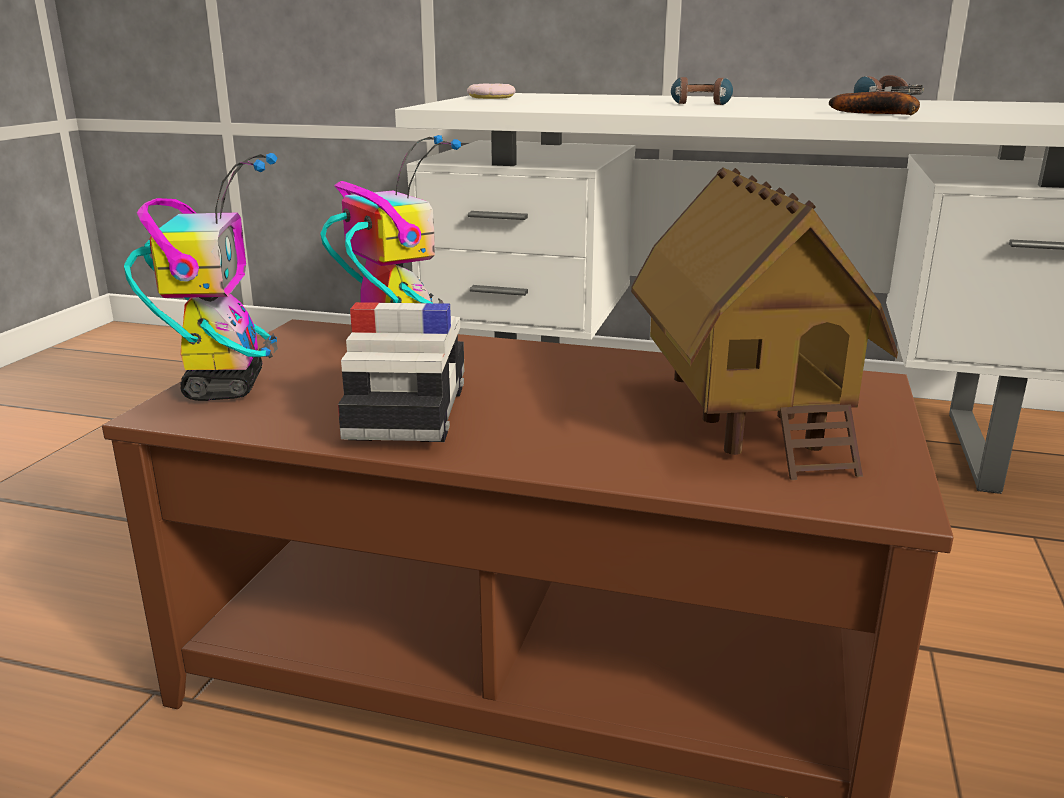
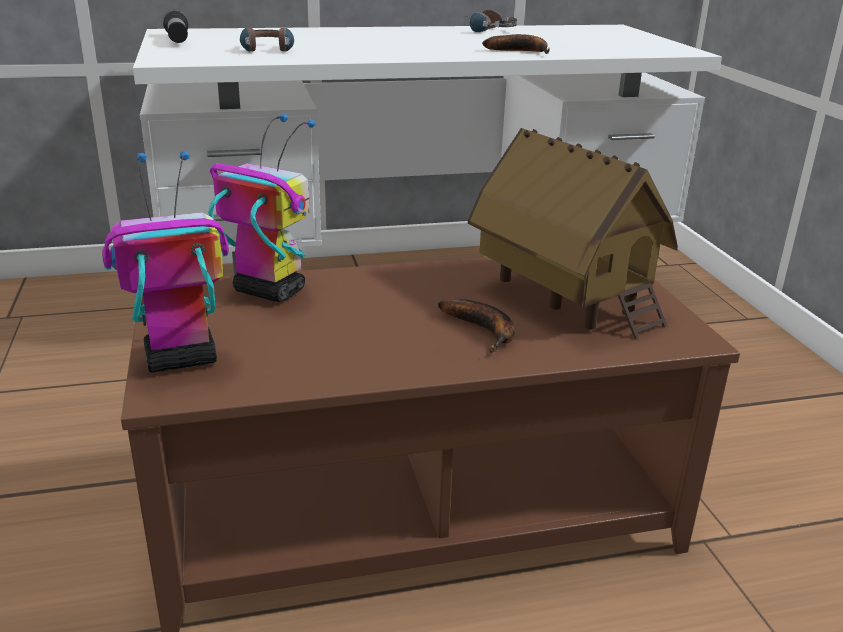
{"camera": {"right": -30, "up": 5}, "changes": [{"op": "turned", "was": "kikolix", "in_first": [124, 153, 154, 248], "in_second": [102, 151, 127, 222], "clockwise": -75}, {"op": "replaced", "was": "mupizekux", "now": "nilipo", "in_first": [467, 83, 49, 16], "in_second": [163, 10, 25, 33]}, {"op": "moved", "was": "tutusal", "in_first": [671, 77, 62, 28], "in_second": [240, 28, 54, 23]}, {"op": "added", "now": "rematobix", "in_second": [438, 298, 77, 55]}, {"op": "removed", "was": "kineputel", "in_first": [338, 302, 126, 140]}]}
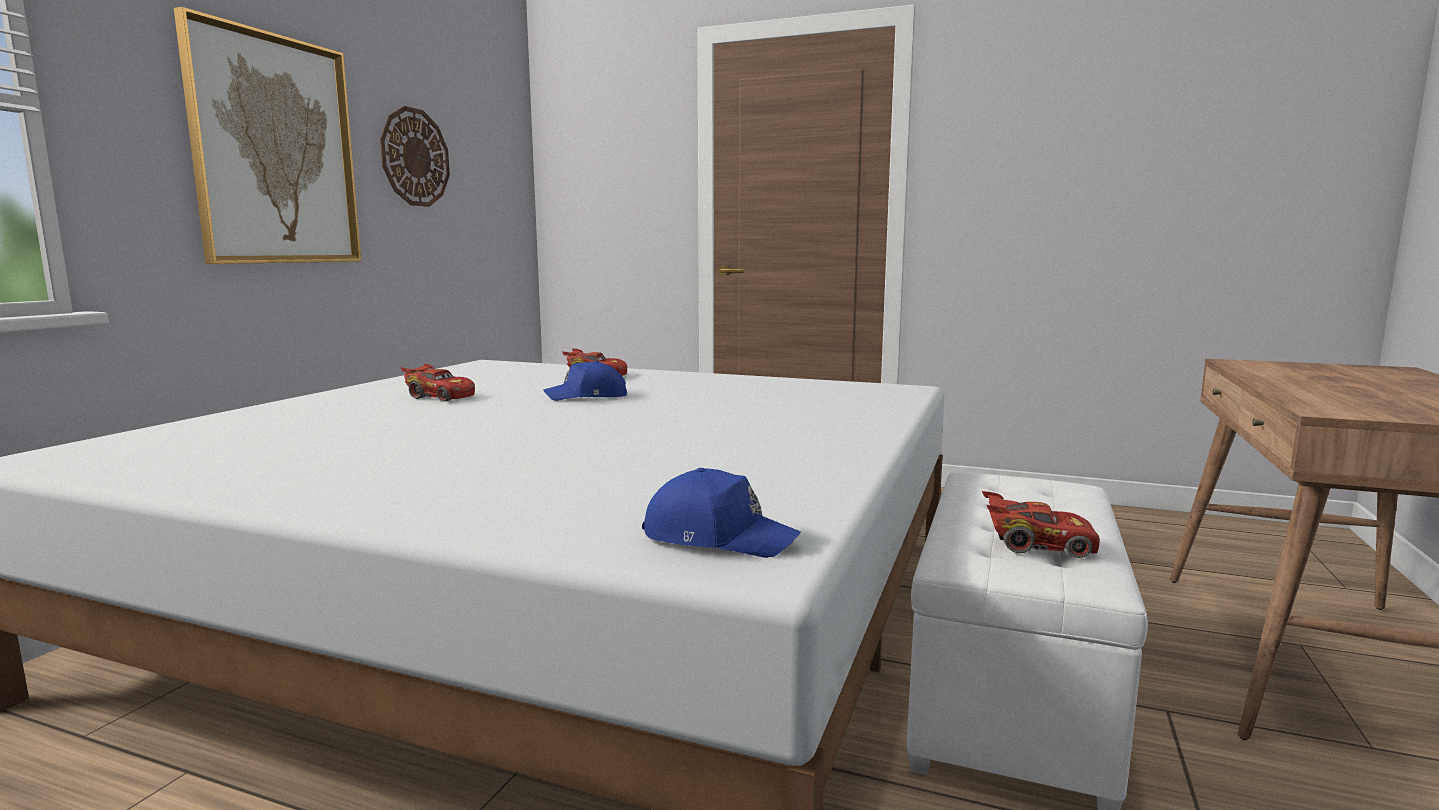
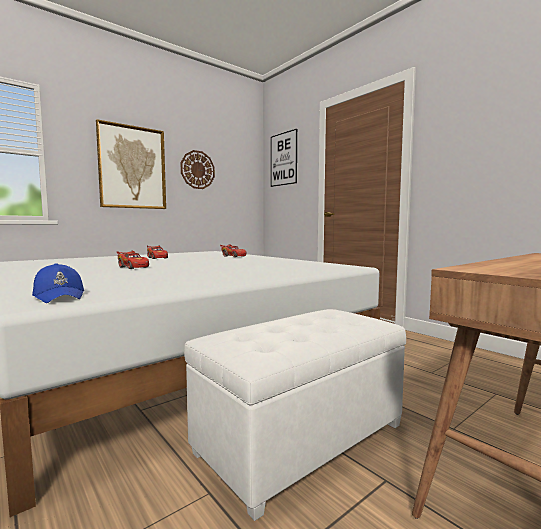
{"camera": {"right": 30, "up": -5}, "changes": [{"op": "moved", "was": "red kineputel", "in_first": [982, 491, 118, 67], "in_second": [117, 250, 32, 19]}, {"op": "added", "now": "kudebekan", "in_second": [271, 129, 26, 58]}, {"op": "removed", "was": "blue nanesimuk", "in_first": [543, 361, 84, 40]}]}
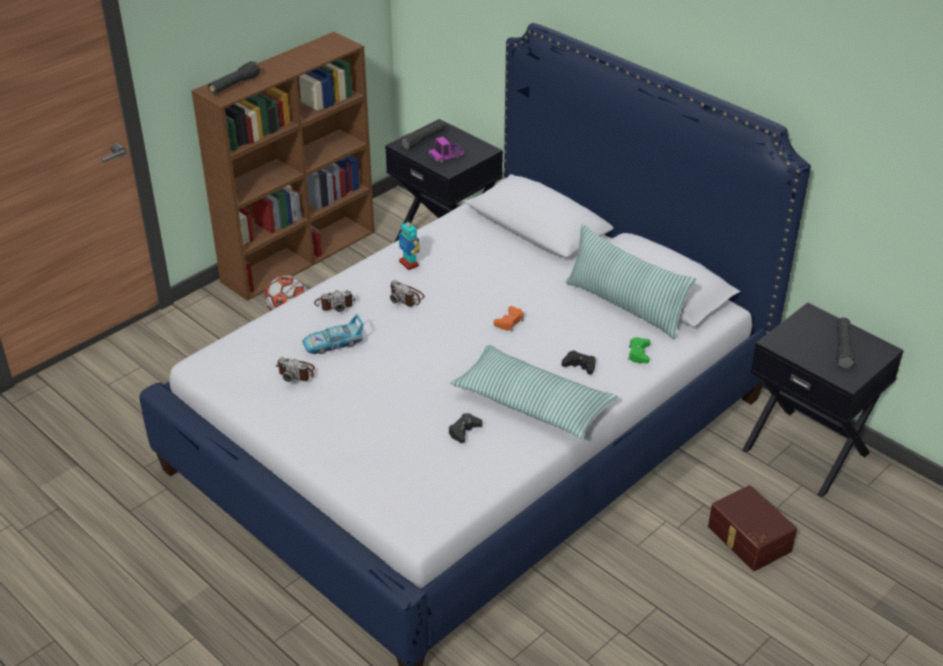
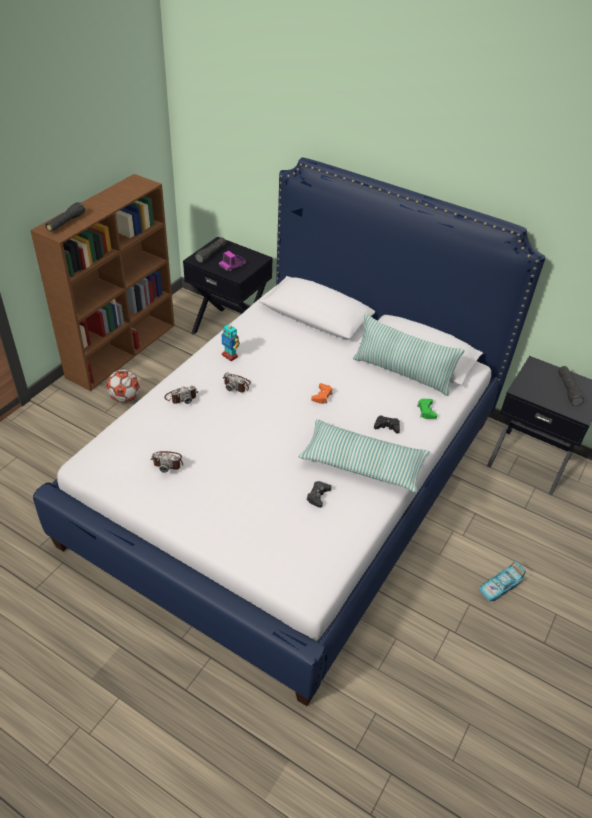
{"camera": {"right": -15, "up": 5}, "changes": [{"op": "moved", "was": "kineputel", "in_first": [302, 314, 61, 40], "in_second": [479, 561, 47, 40]}, {"op": "removed", "was": "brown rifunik", "in_first": [708, 485, 89, 86]}]}
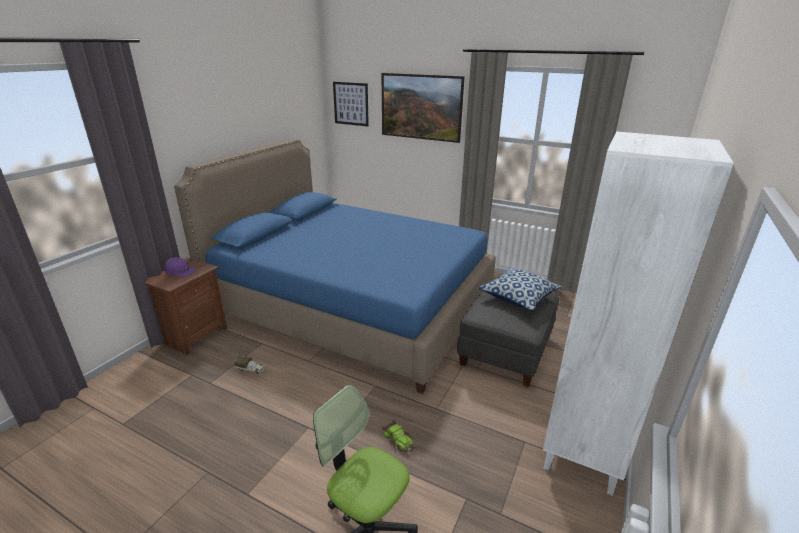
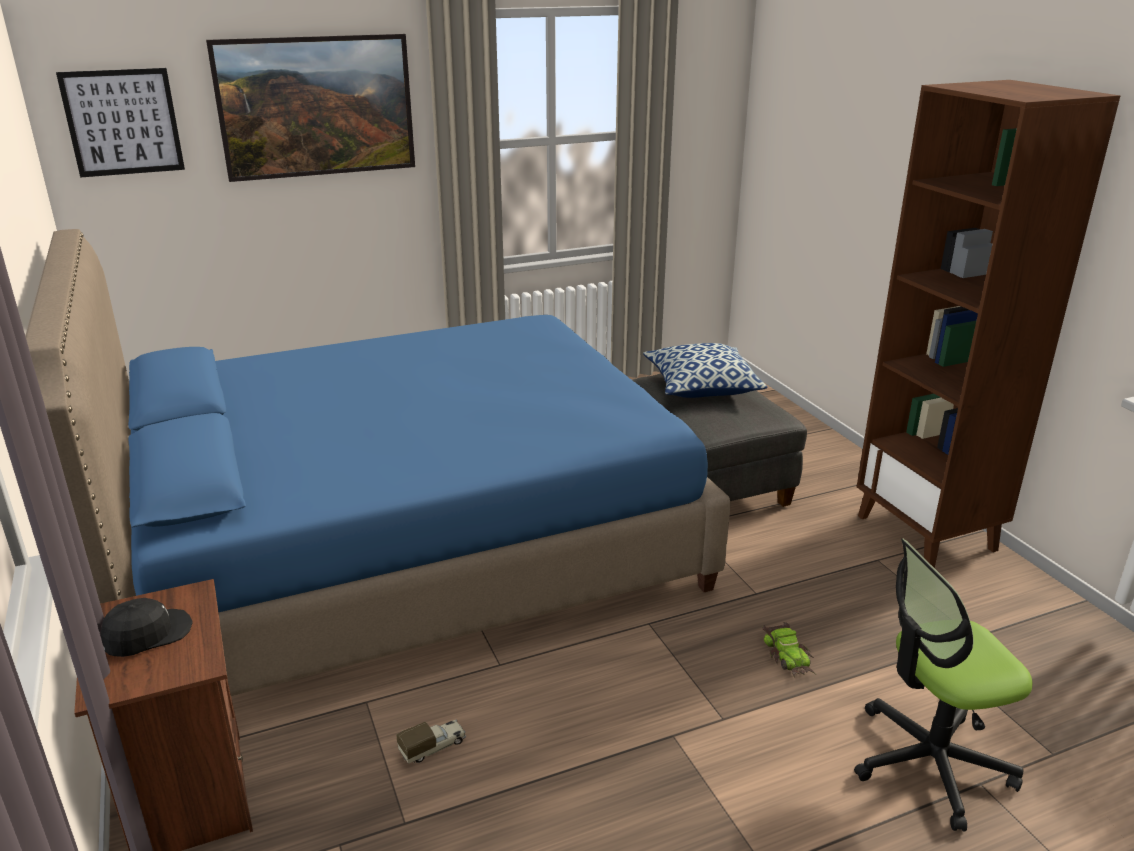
{"camera": {"right": -50, "up": 0}, "changes": [{"op": "recoloured", "was": "purple nanesimuk", "now": "black nanesimuk", "in_first": [164, 257, 32, 20], "in_second": [101, 598, 92, 59]}, {"op": "turned", "was": "kineputel", "in_first": [381, 420, 38, 35], "in_second": [762, 622, 54, 56], "clockwise": 75}, {"op": "recoloured", "was": "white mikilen", "now": "brown mikilen", "in_first": [543, 132, 191, 364], "in_second": [857, 80, 263, 488]}]}
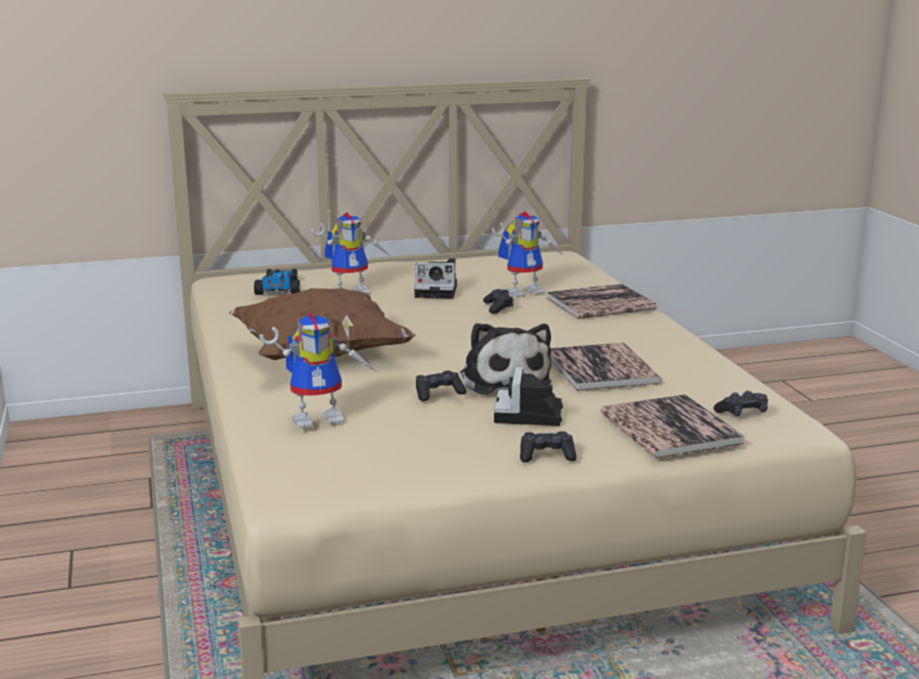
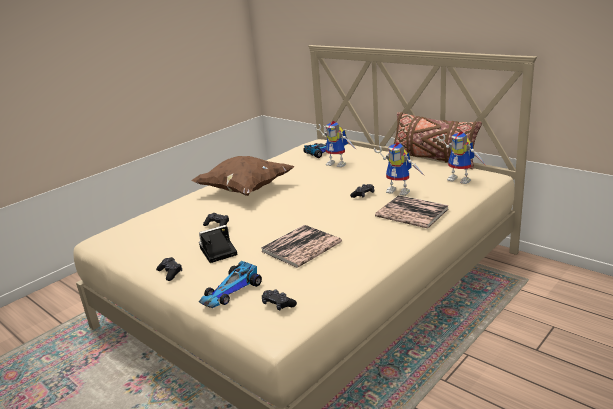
{"camera": {"right": 60, "up": 5}, "changes": [{"op": "replaced", "was": "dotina", "now": "kineputel", "in_first": [601, 394, 144, 64], "in_second": [199, 261, 63, 47]}, {"op": "added", "now": "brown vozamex", "in_second": [394, 112, 88, 57]}, {"op": "moved", "was": "kikolix", "in_first": [260, 312, 115, 116], "in_second": [437, 131, 49, 53]}, {"op": "removed", "was": "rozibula", "in_first": [414, 258, 43, 41]}, {"op": "removed", "was": "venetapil", "in_first": [460, 323, 92, 72]}]}
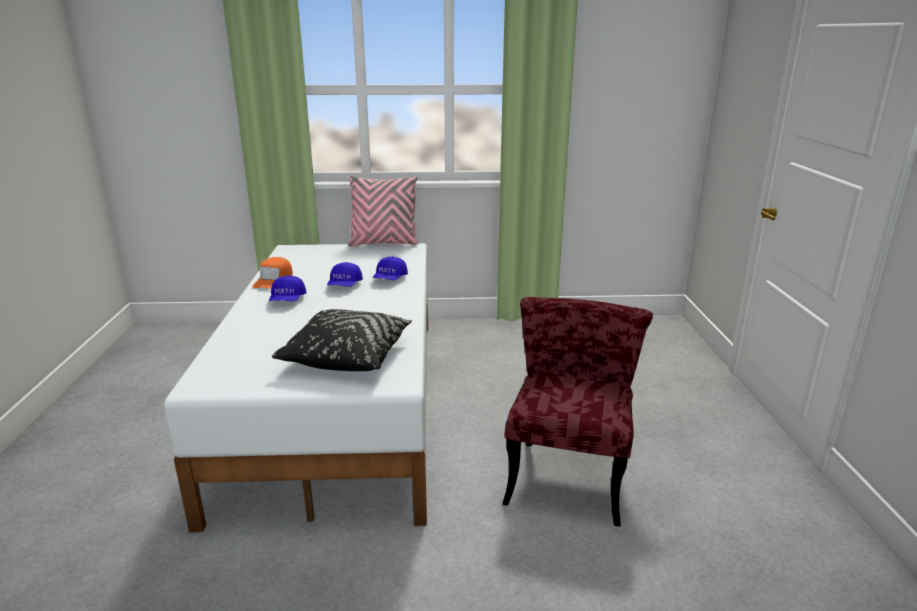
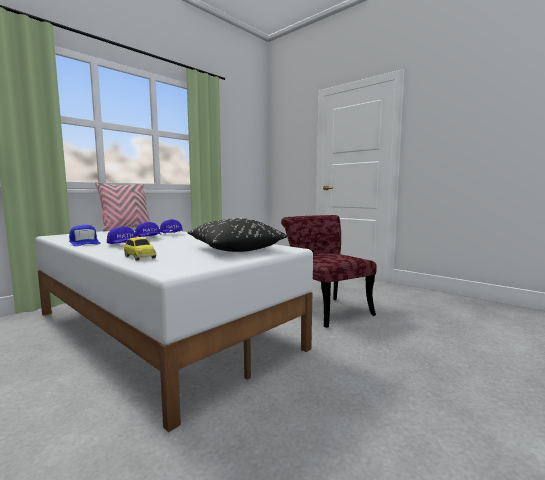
{"camera": {"right": -45, "up": -15}, "changes": [{"op": "recoloured", "was": "orange nanesimuk", "now": "blue nanesimuk", "in_first": [252, 257, 41, 32], "in_second": [69, 225, 32, 21]}, {"op": "added", "now": "kineputel", "in_second": [124, 237, 33, 24]}]}
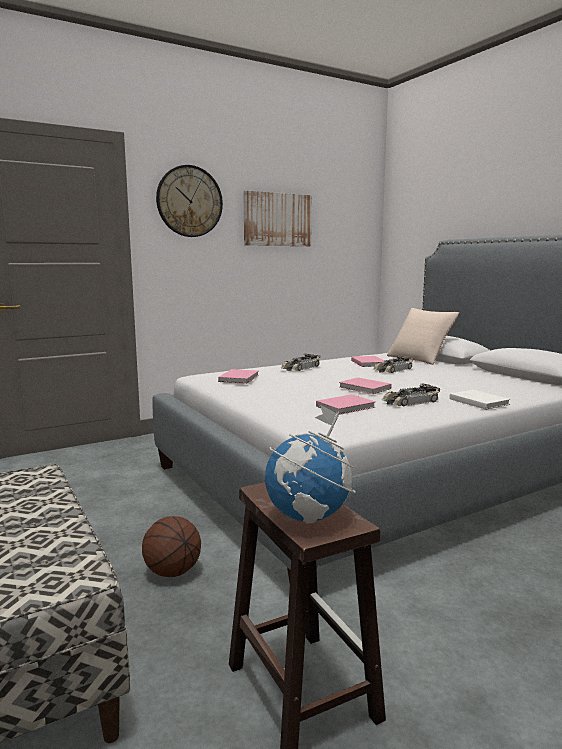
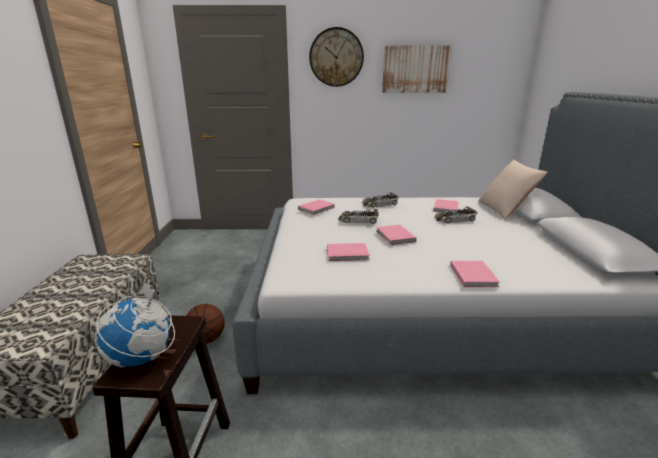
{"camera": {"right": 30, "up": 10}, "changes": [{"op": "moved", "was": "kineputel", "in_first": [382, 383, 58, 23], "in_second": [338, 209, 41, 15]}, {"op": "recoloured", "was": "white dotina", "now": "pink dotina", "in_first": [449, 390, 61, 20], "in_second": [450, 261, 50, 26]}]}
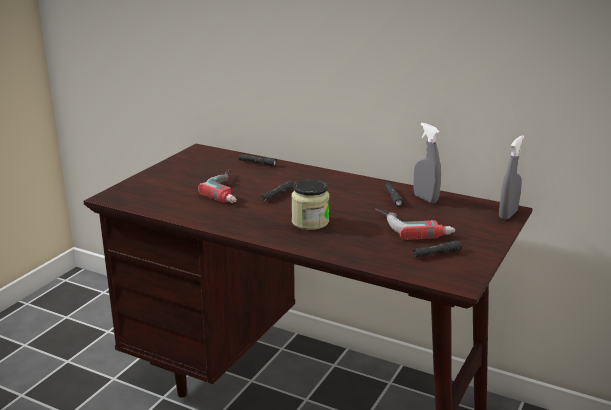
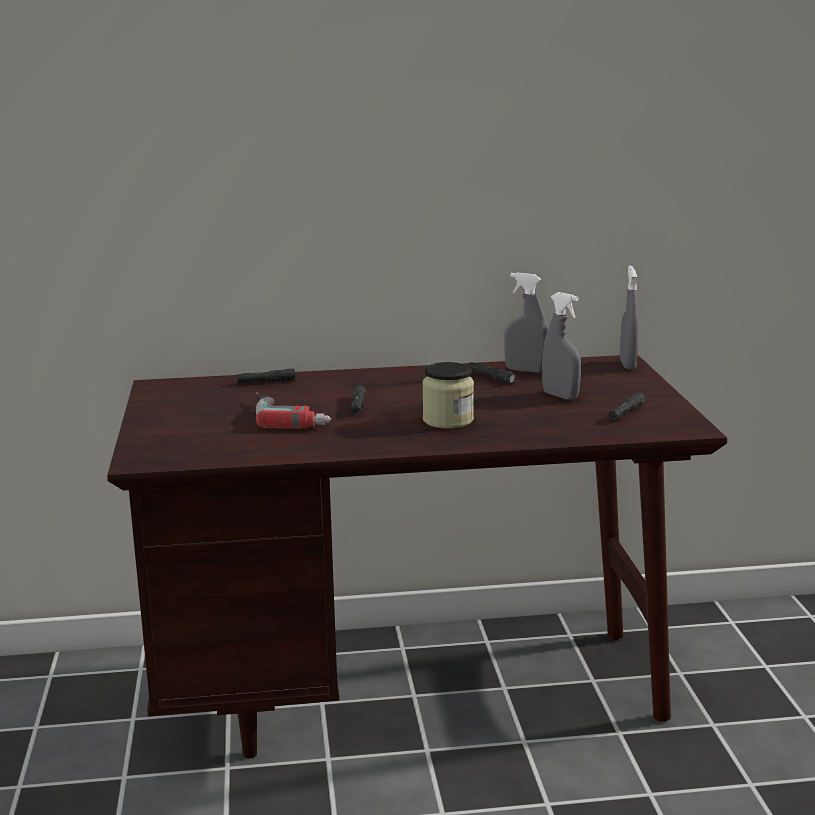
{"camera": {"right": -35, "up": -5}, "changes": [{"op": "replaced", "was": "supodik", "now": "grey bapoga", "in_first": [375, 208, 80, 32], "in_second": [542, 292, 39, 108]}]}
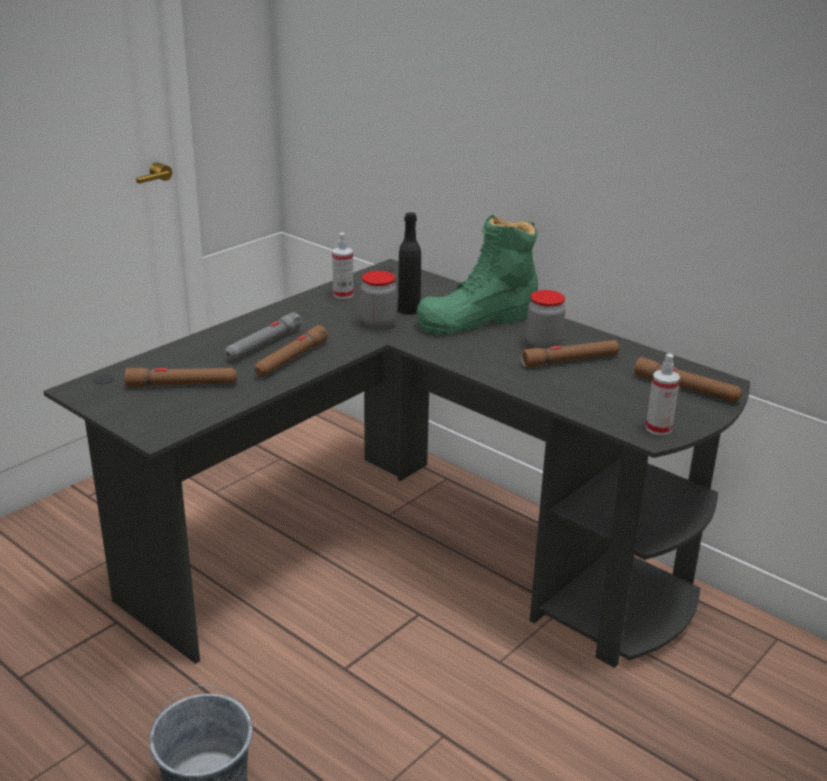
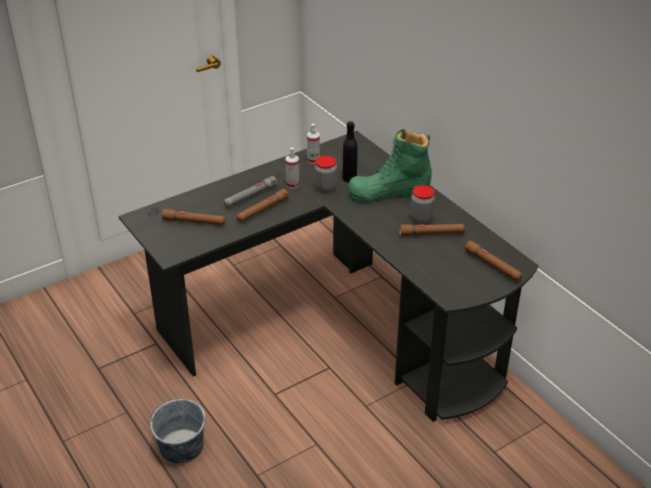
{"camera": {"right": 15, "up": 10}, "changes": [{"op": "moved", "was": "bapoga", "in_first": [646, 353, 34, 83], "in_second": [285, 147, 15, 42]}]}
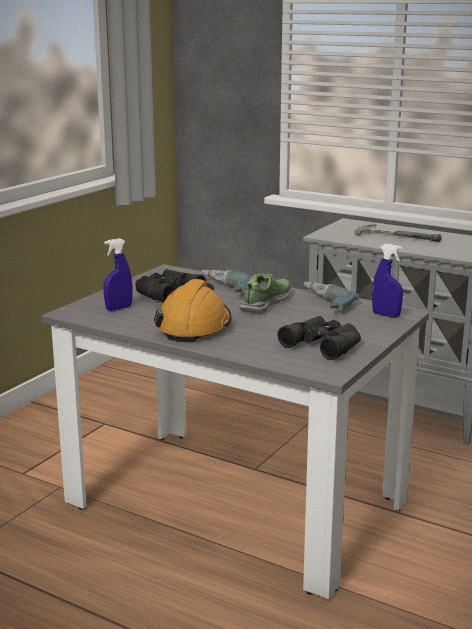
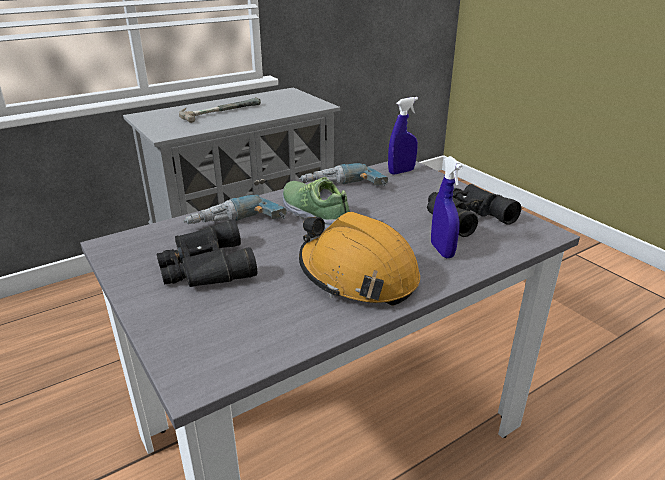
{"camera": {"right": -65, "up": 10}, "changes": [{"op": "moved", "was": "blue bapoga", "in_first": [103, 238, 30, 73], "in_second": [431, 156, 32, 102]}]}
